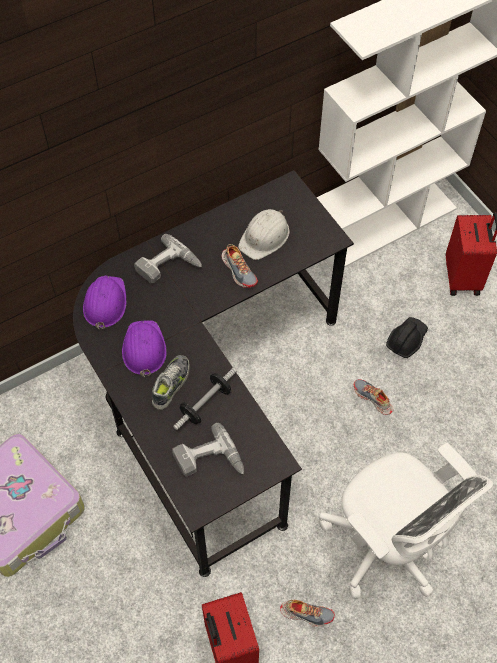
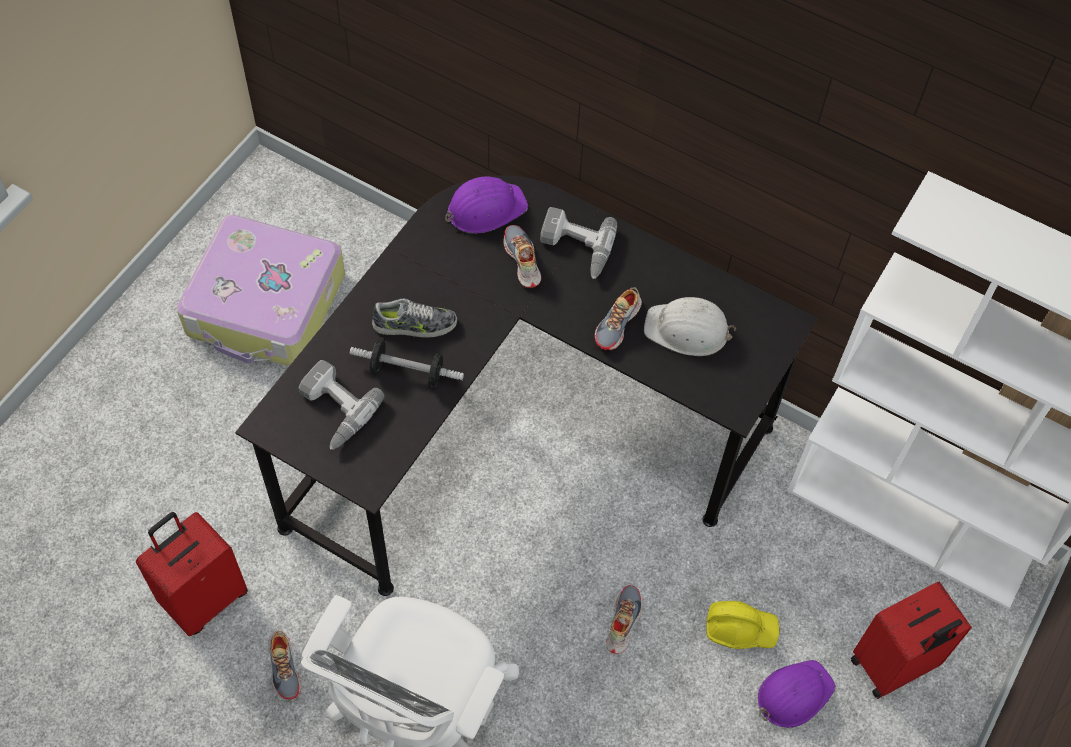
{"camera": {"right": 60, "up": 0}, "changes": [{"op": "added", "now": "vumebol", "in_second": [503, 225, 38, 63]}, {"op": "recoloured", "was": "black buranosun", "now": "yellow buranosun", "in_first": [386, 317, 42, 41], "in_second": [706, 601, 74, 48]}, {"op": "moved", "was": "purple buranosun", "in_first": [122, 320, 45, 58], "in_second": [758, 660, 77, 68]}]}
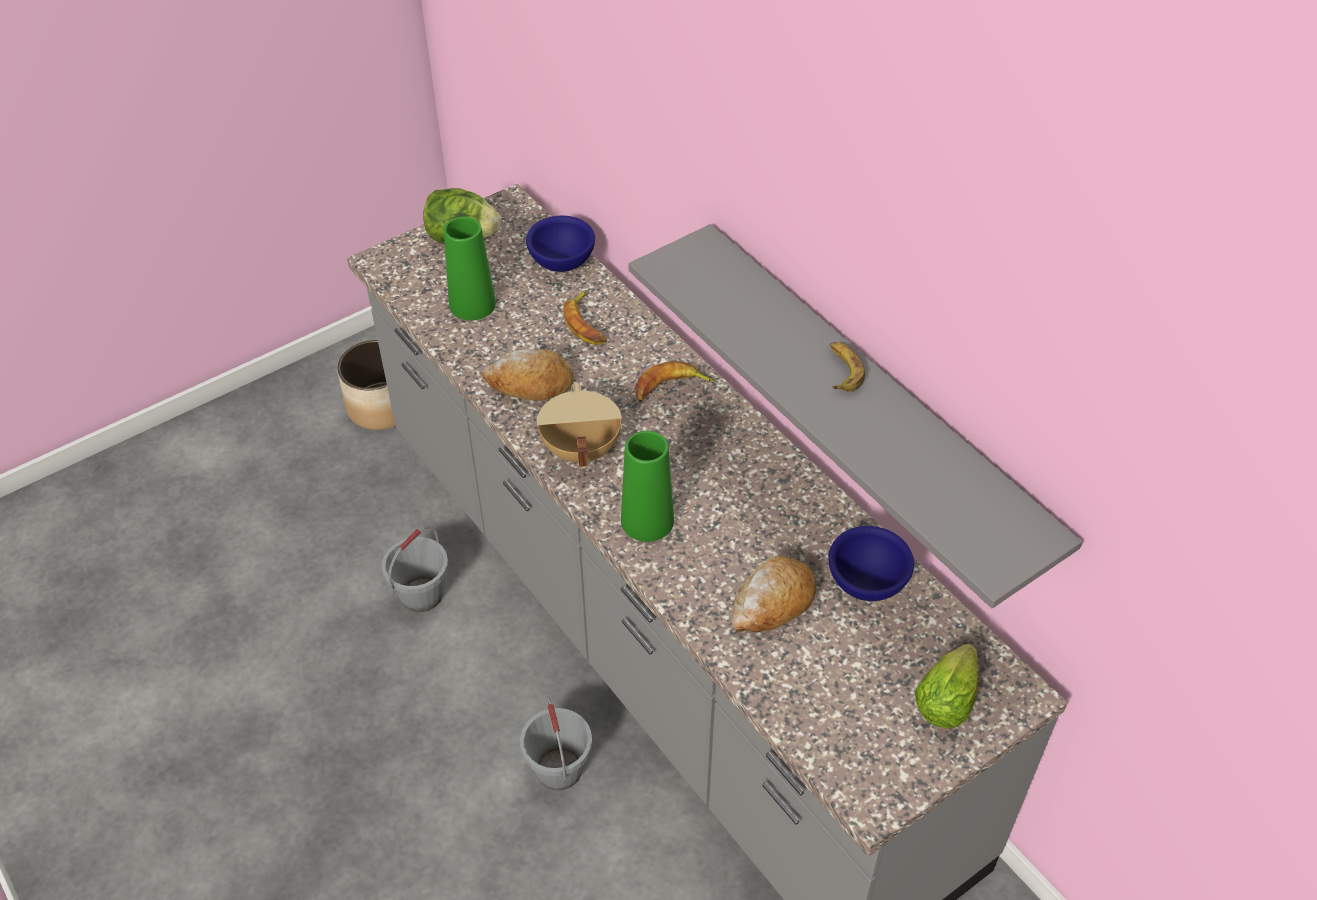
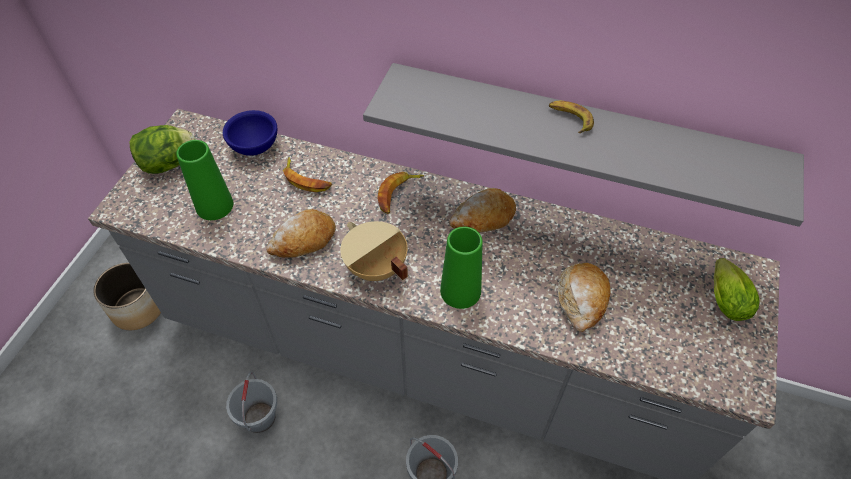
{"camera": {"right": -35, "up": 5}, "changes": [{"op": "added", "now": "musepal", "in_second": [449, 188, 67, 45]}, {"op": "removed", "was": "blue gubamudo", "in_first": [828, 526, 86, 75]}]}
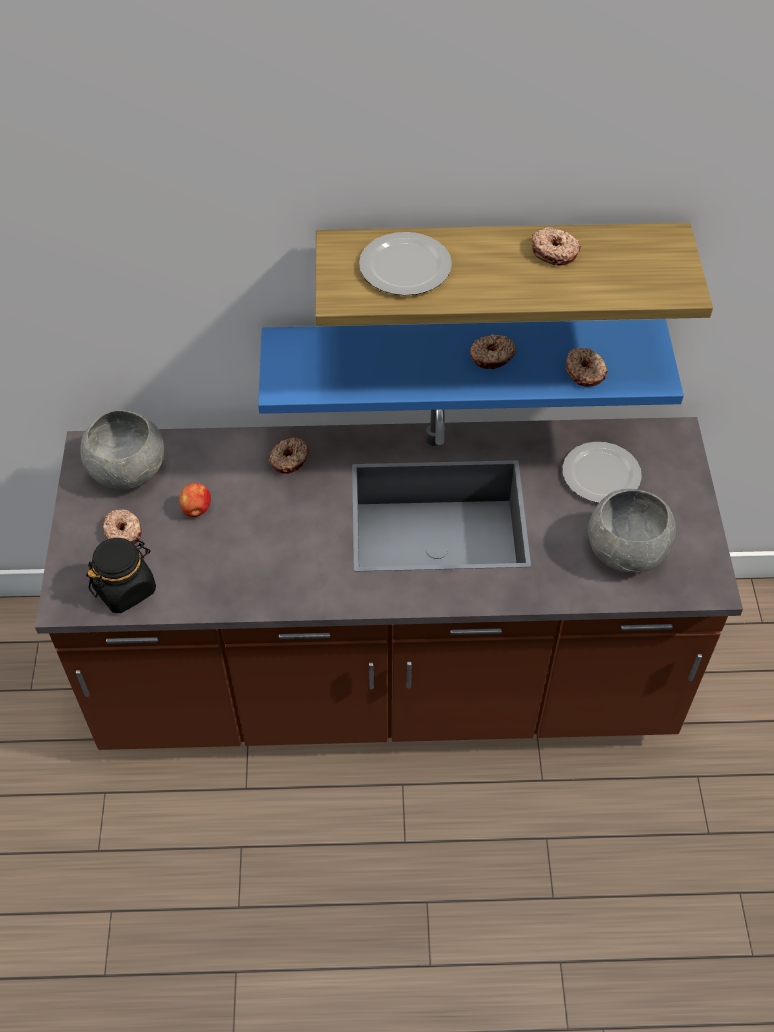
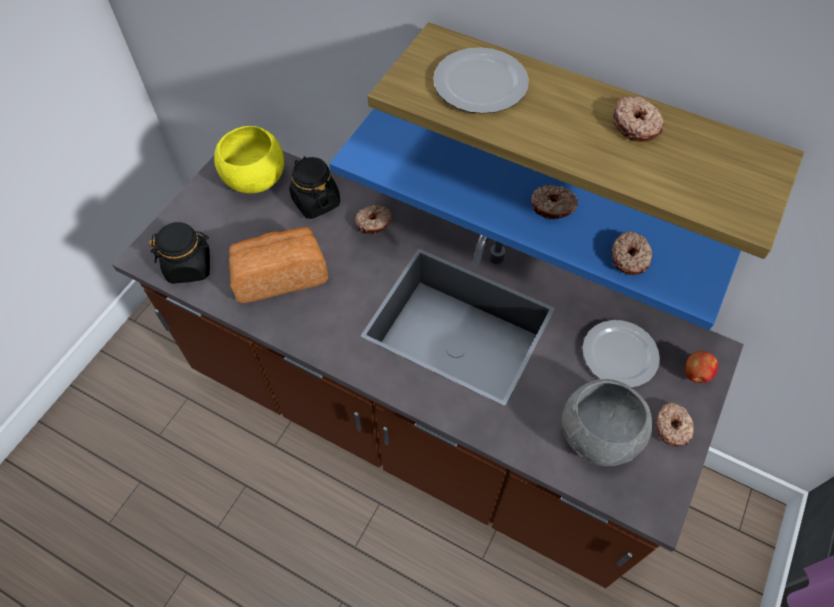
{"camera": {"right": 30, "up": 5}, "changes": [{"op": "recoloured", "was": "grey gubamudo", "now": "yellow gubamudo", "in_first": [80, 410, 84, 80], "in_second": [214, 126, 70, 67]}, {"op": "added", "now": "musepal", "in_second": [229, 227, 99, 76]}, {"op": "added", "now": "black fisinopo", "in_second": [289, 156, 51, 63]}, {"op": "moved", "was": "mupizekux", "in_first": [103, 509, 39, 36], "in_second": [655, 402, 39, 44]}, {"op": "moved", "was": "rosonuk", "in_first": [179, 483, 32, 34], "in_second": [685, 351, 33, 32]}]}
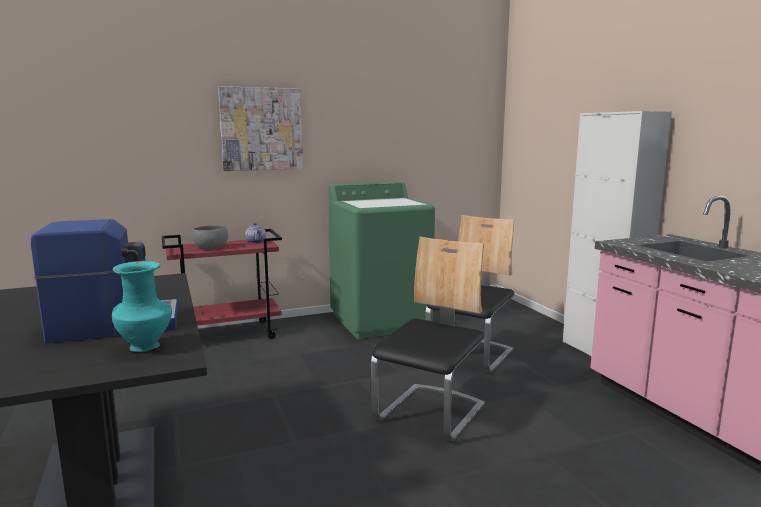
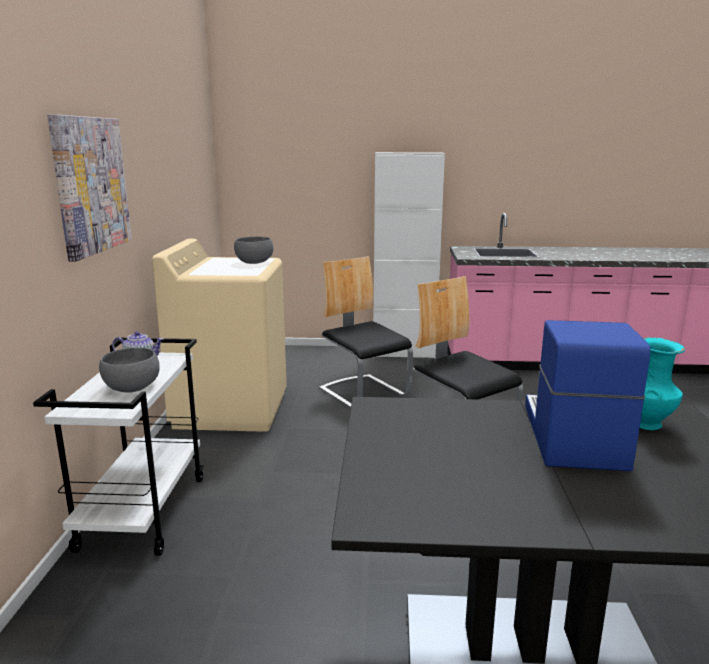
{"camera": {"right": -65, "up": 5}, "changes": [{"op": "recoloured", "was": "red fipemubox", "now": "white fipemubox", "in_first": [162, 229, 120, 110], "in_second": [33, 338, 171, 218]}, {"op": "recoloured", "was": "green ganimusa", "now": "beige ganimusa", "in_first": [329, 181, 106, 158], "in_second": [152, 239, 135, 193]}, {"op": "added", "now": "grey gubamudo", "in_second": [234, 236, 39, 28]}]}
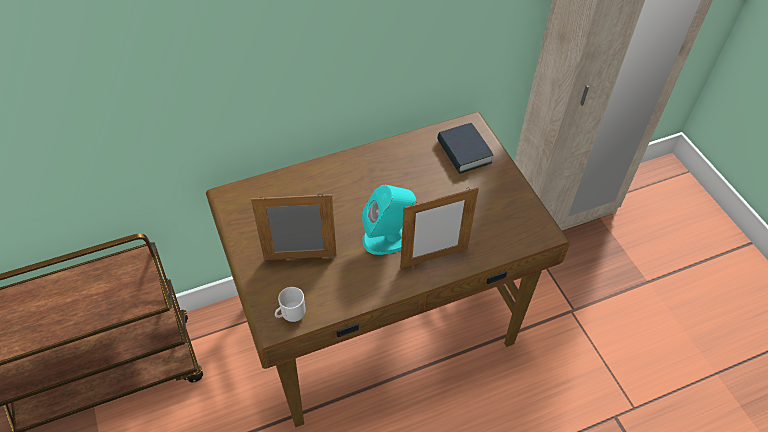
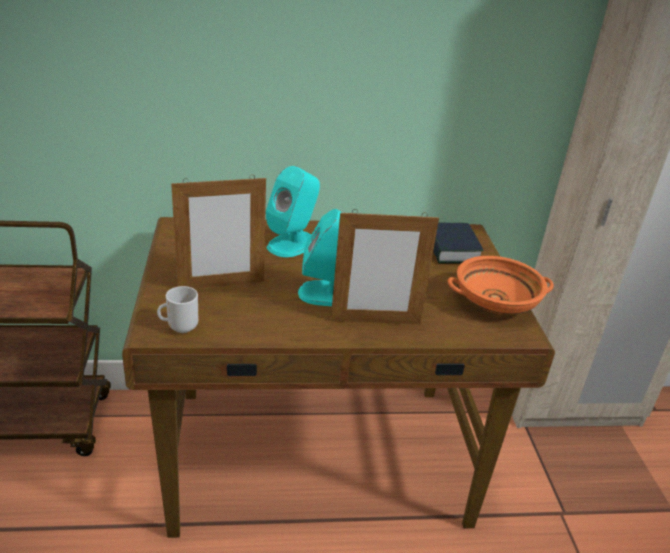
{"camera": {"right": 15, "up": -20}, "changes": [{"op": "turned", "was": "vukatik", "in_first": [251, 194, 86, 66], "in_second": [171, 175, 95, 114], "clockwise": 150}, {"op": "added", "now": "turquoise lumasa", "in_second": [266, 166, 54, 91]}, {"op": "added", "now": "orange gubamudo", "in_second": [447, 256, 107, 58]}]}
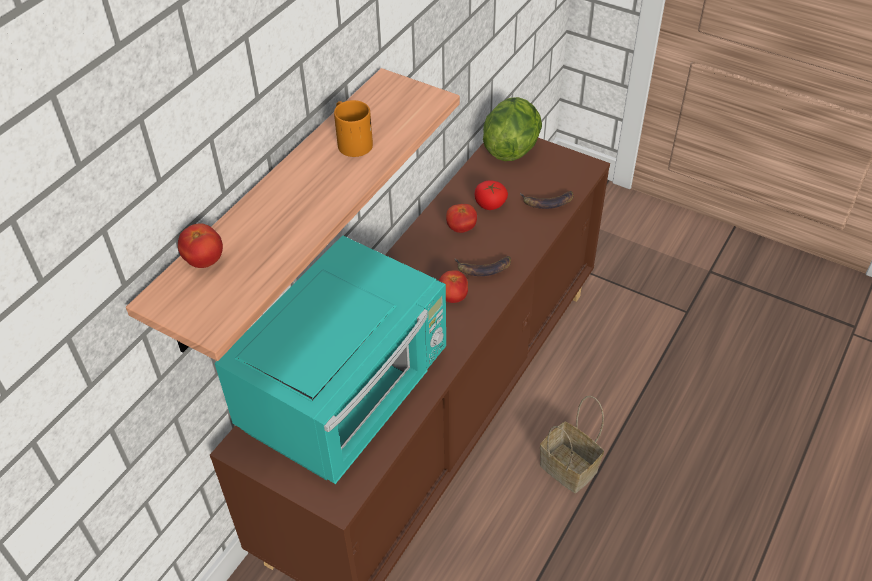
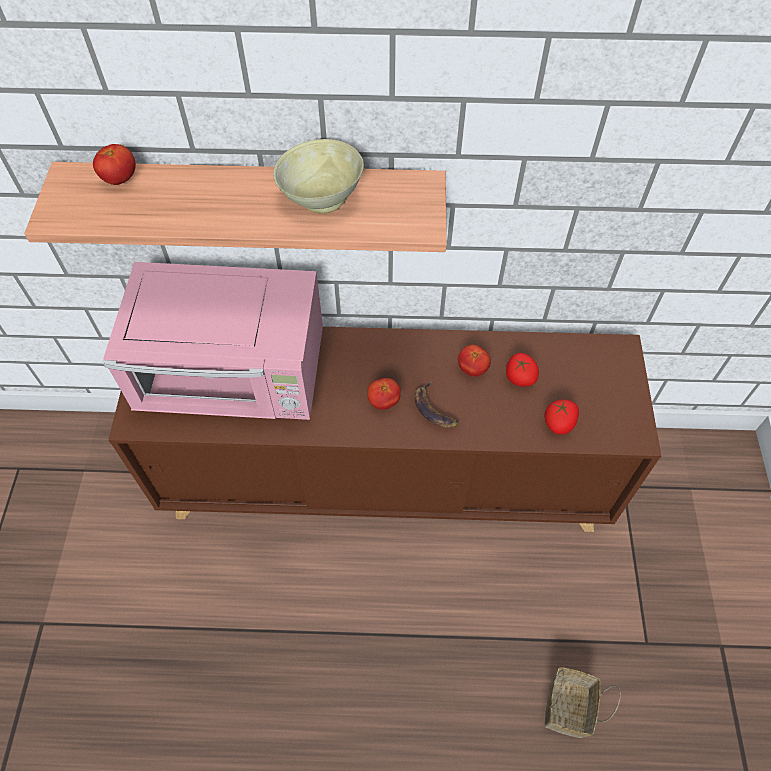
{"camera": {"right": 60, "up": 10}, "changes": [{"op": "recoloured", "was": "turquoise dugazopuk", "now": "pink dugazopuk", "in_first": [215, 235, 231, 249], "in_second": [102, 262, 221, 158]}, {"op": "replaced", "was": "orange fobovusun", "now": "beige gubamudo", "in_first": [334, 100, 39, 57], "in_second": [273, 139, 91, 75]}, {"op": "replaced", "was": "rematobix", "now": "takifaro", "in_first": [520, 191, 53, 18], "in_second": [545, 399, 34, 36]}, {"op": "moved", "was": "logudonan", "in_first": [540, 396, 64, 97], "in_second": [545, 667, 76, 71]}, {"op": "removed", "was": "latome", "in_first": [483, 97, 59, 64]}]}
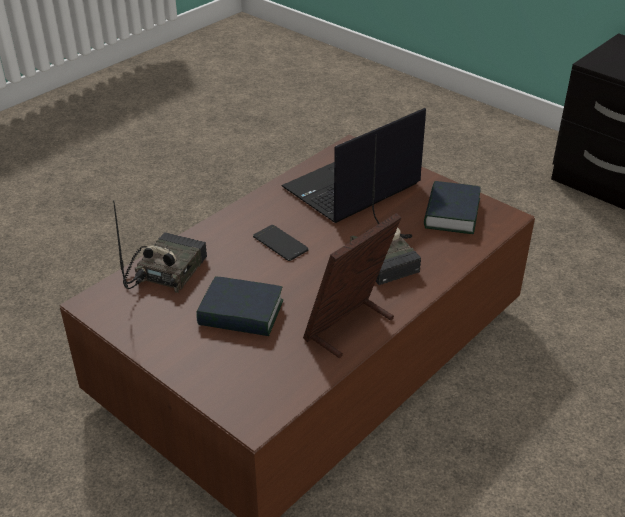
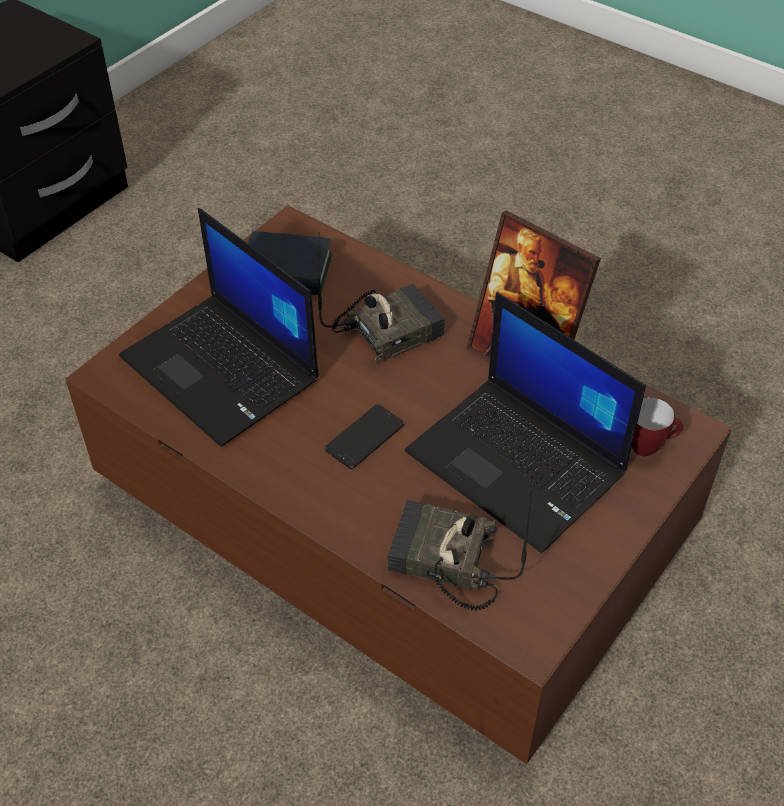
{"camera": {"right": -95, "up": 10}, "changes": [{"op": "replaced", "was": "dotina", "now": "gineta", "in_first": [196, 276, 87, 60], "in_second": [405, 293, 241, 260]}, {"op": "added", "now": "fobovusun", "in_second": [632, 397, 51, 59]}]}
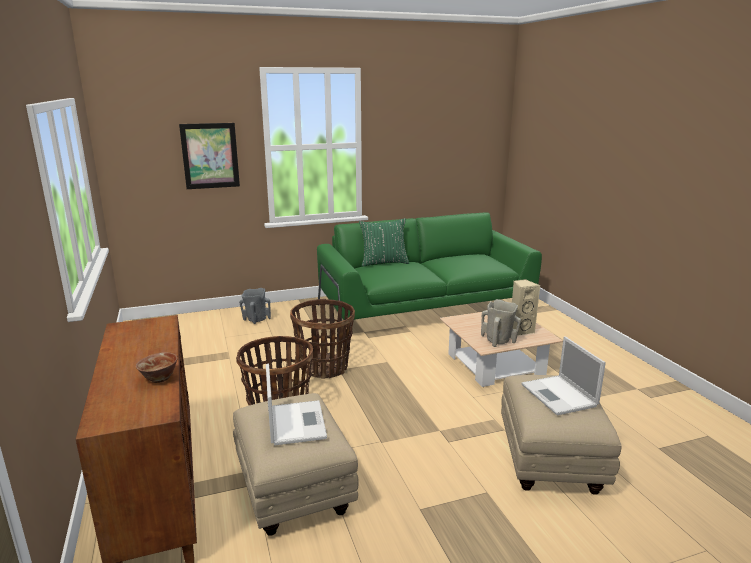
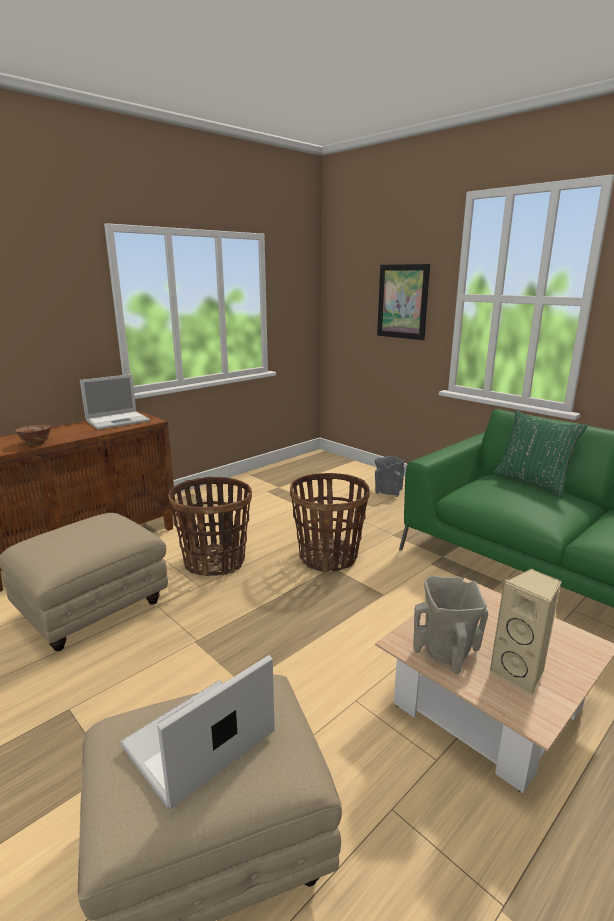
{"camera": {"right": 65, "up": 0}, "changes": [{"op": "moved", "was": "gineta", "in_first": [266, 363, 61, 82], "in_second": [80, 374, 70, 56]}]}
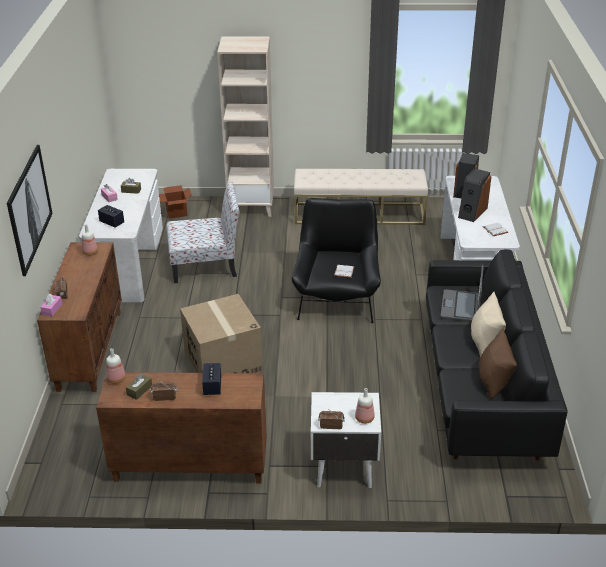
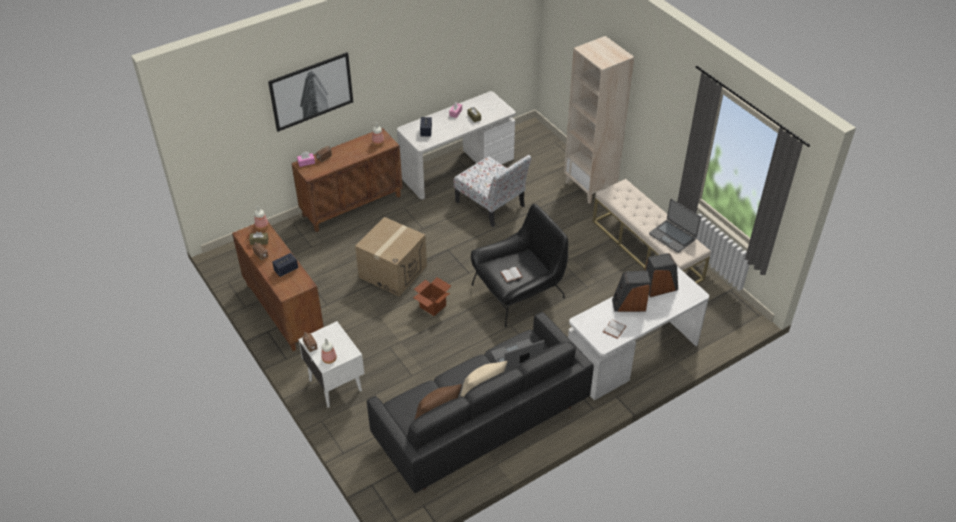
{"camera": {"right": 55, "up": 10}, "changes": [{"op": "moved", "was": "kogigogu", "in_first": [159, 185, 33, 34], "in_second": [413, 277, 38, 39]}, {"op": "added", "now": "gineta", "in_second": [649, 199, 52, 54]}]}
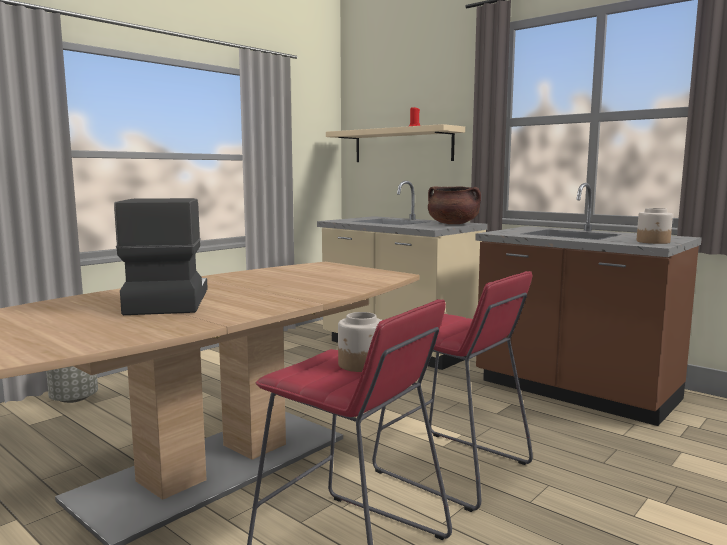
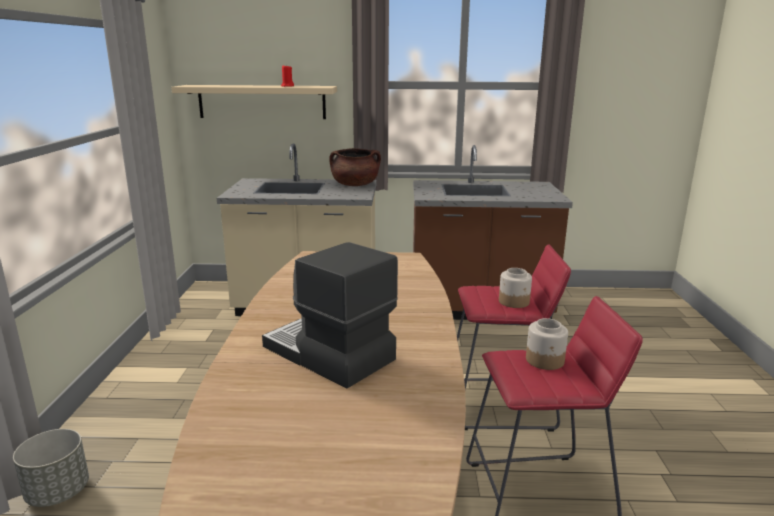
{"camera": {"right": -40, "up": 10}, "changes": [{"op": "moved", "was": "fisinopo", "in_first": [637, 208, 36, 36], "in_second": [499, 268, 33, 40]}]}
